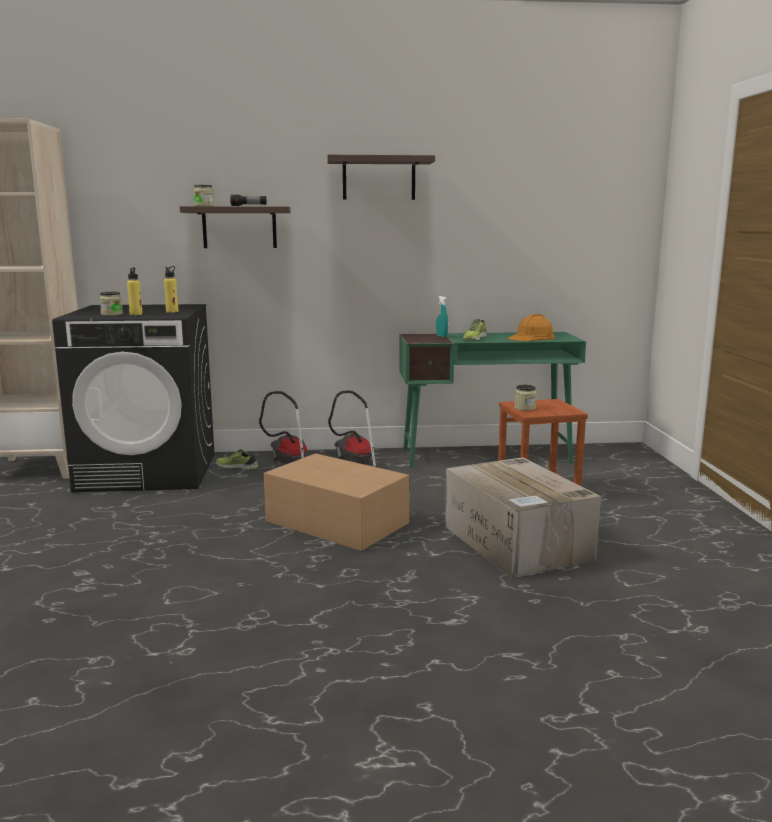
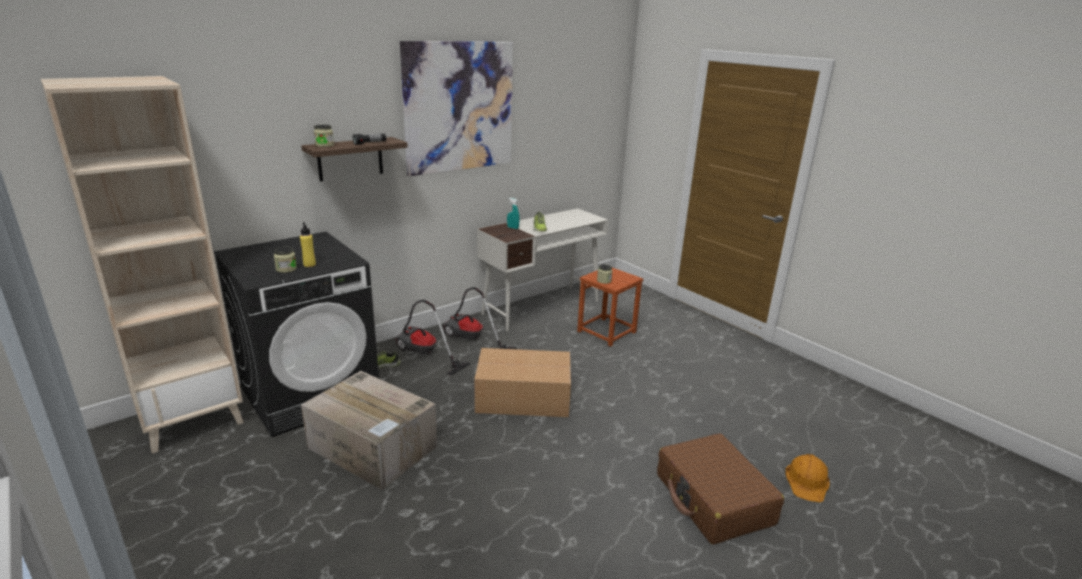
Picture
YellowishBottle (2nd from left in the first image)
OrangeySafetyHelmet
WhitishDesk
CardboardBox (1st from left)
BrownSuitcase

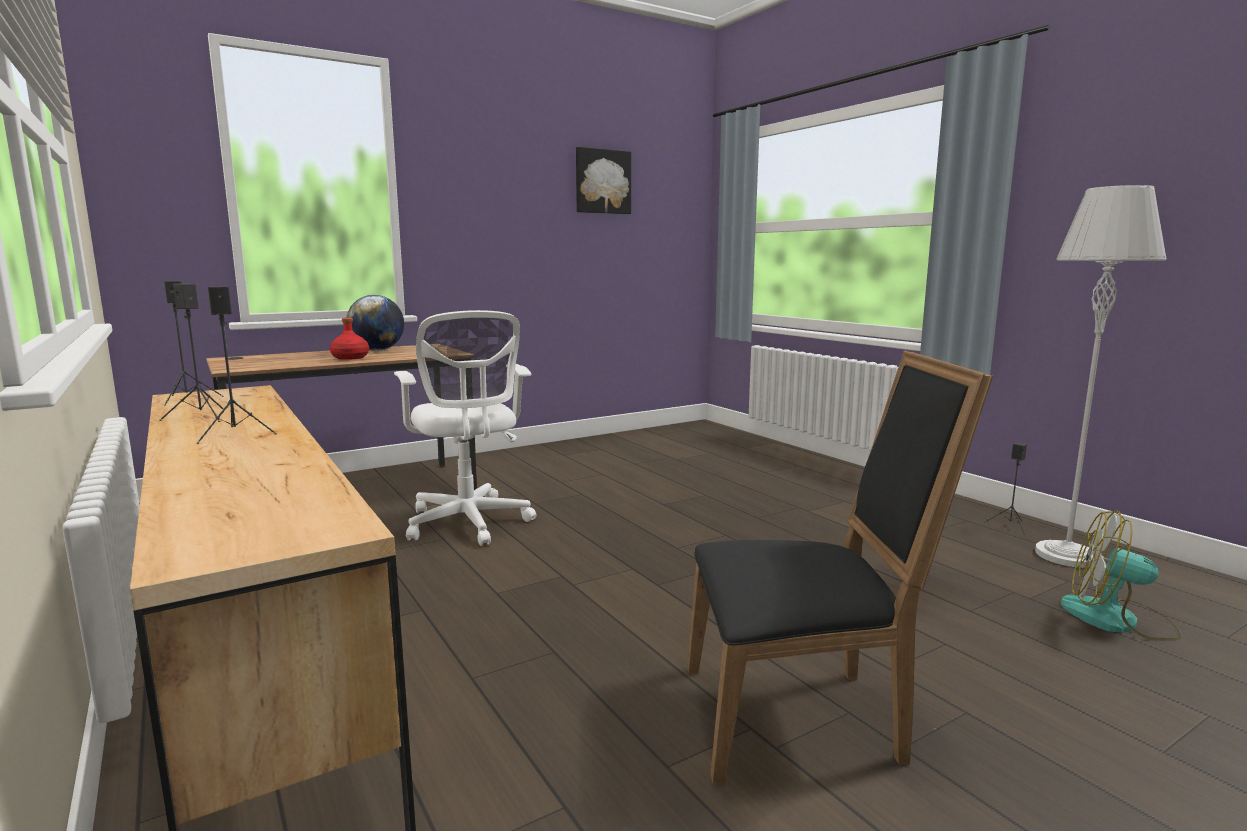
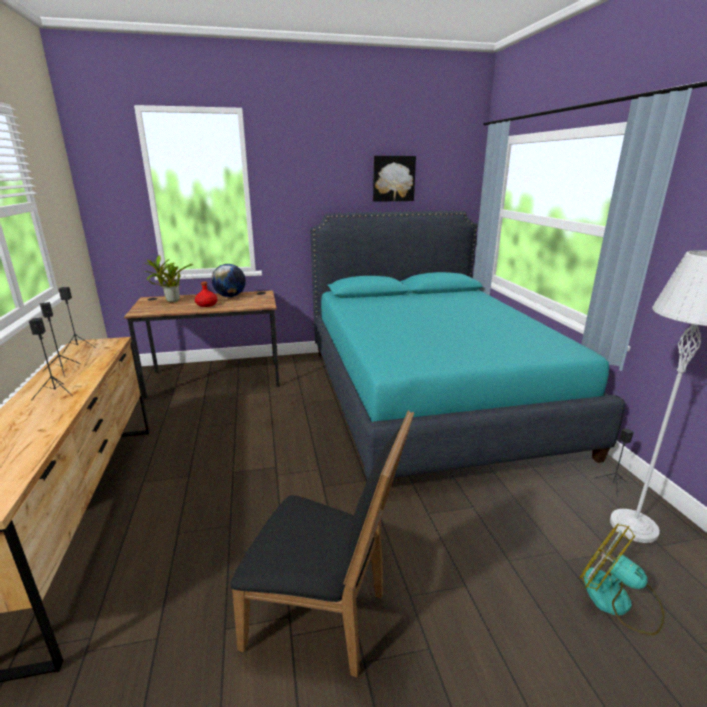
WhitishDeskChair
BlueGreenBedroomBed
PlantInAPot

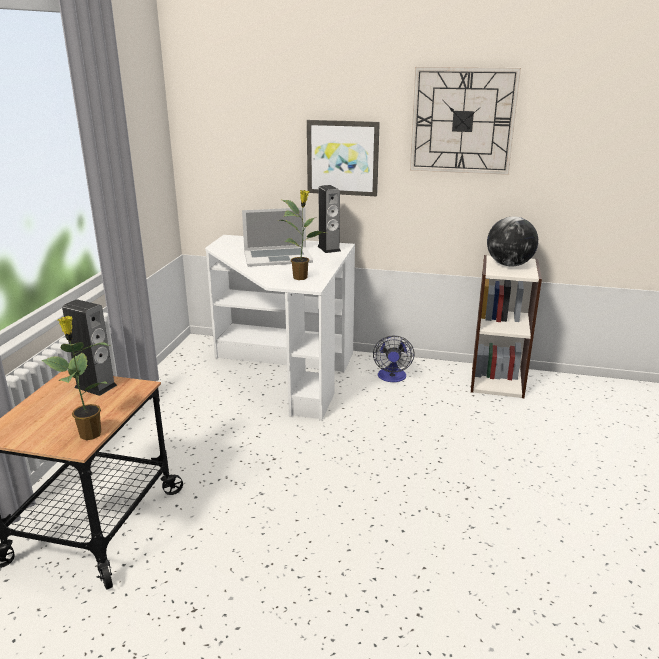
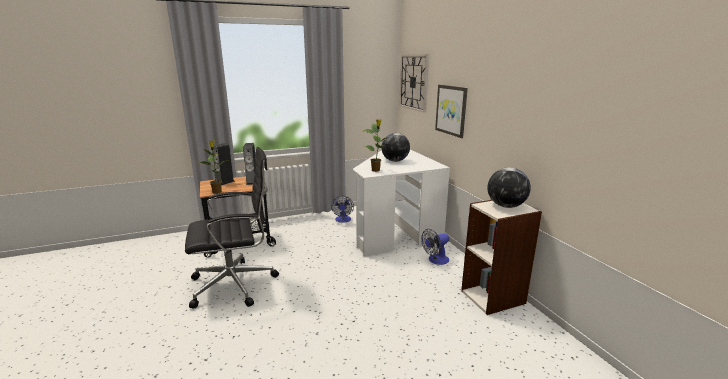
WallClock
Loudspeaker (1st from left)
Globe (1st from left)
BlackDeskChair
ElectricFan (1st from left)

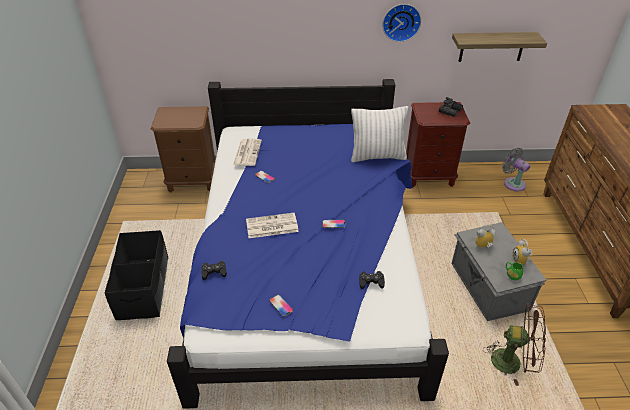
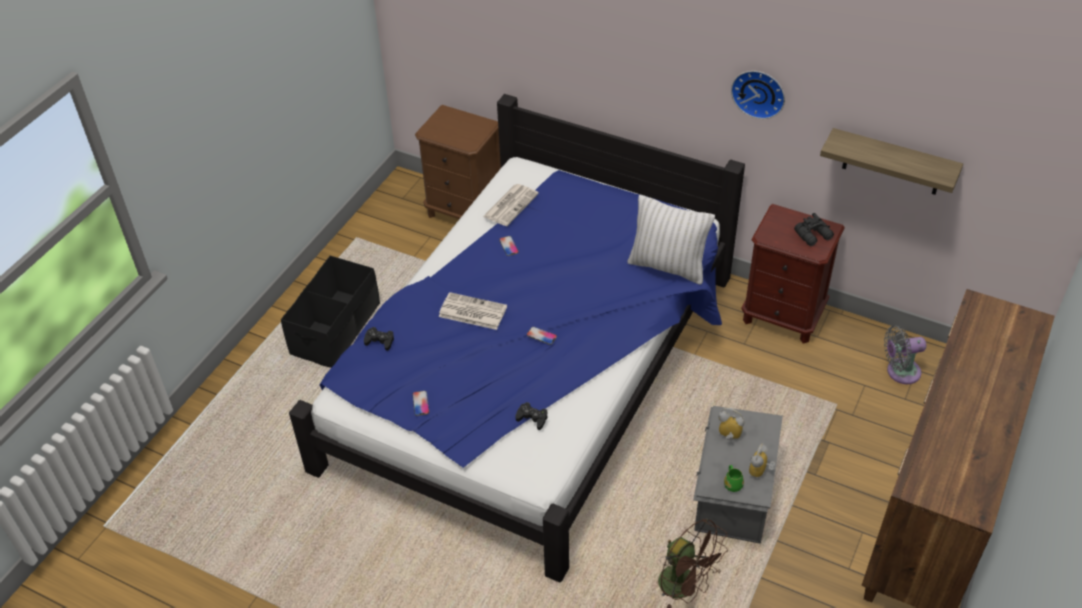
GrayElectricFan

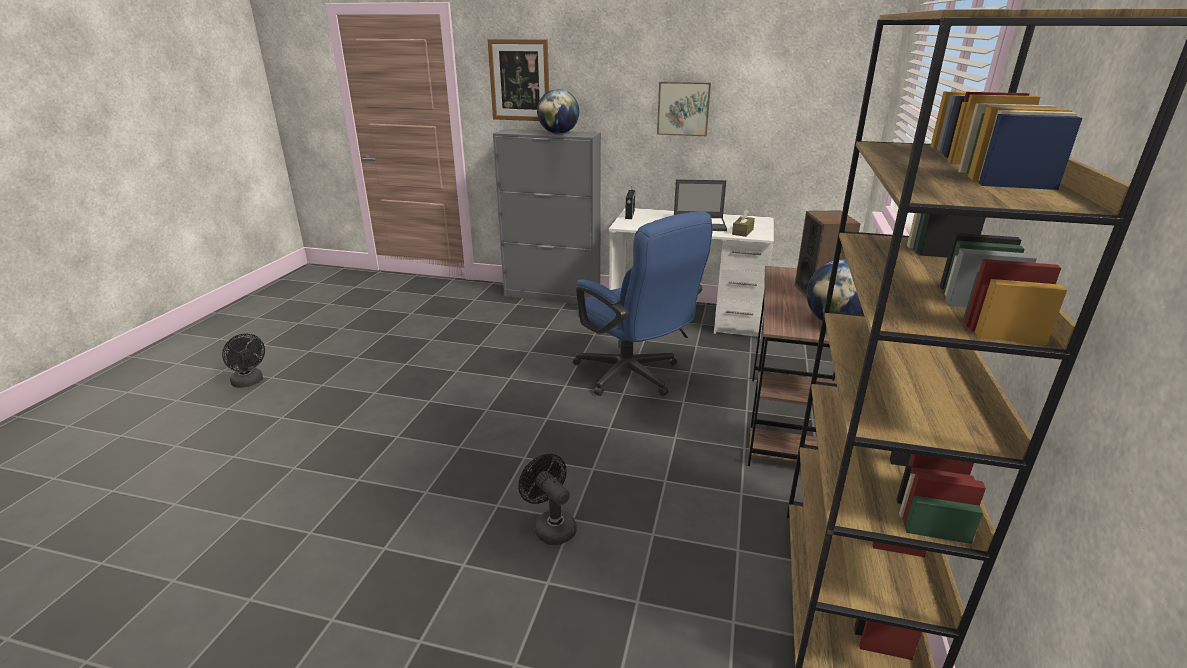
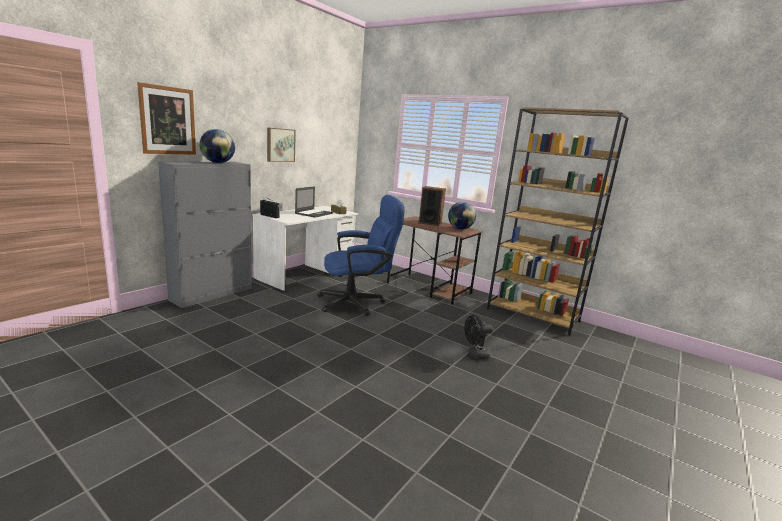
BlackElectricFan (1st from left in the first image)

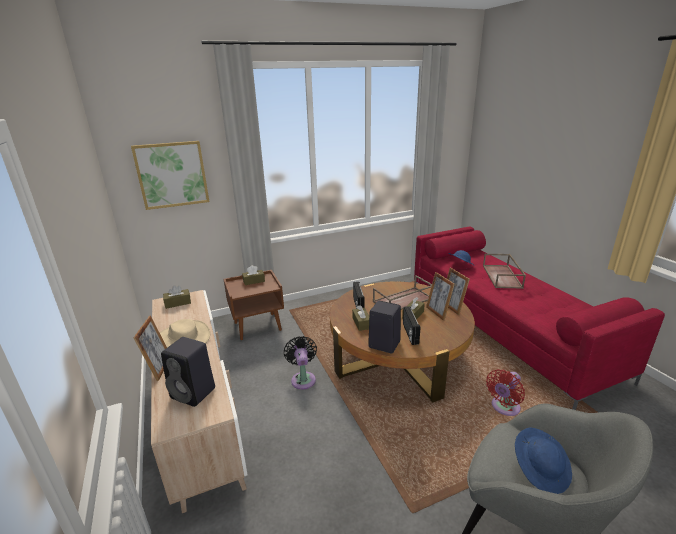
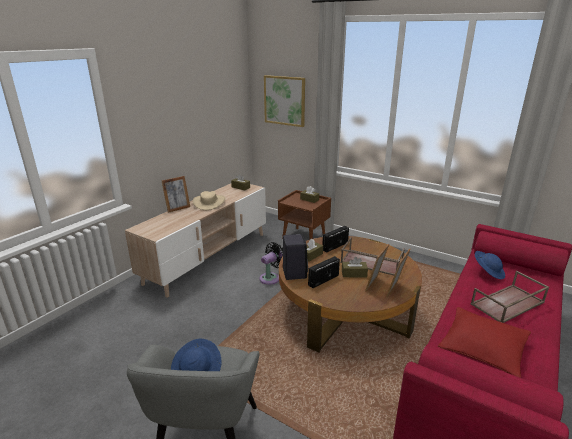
BlackLoudspeaker (1st from left in the first image)
RedElectricFan
RedCushion

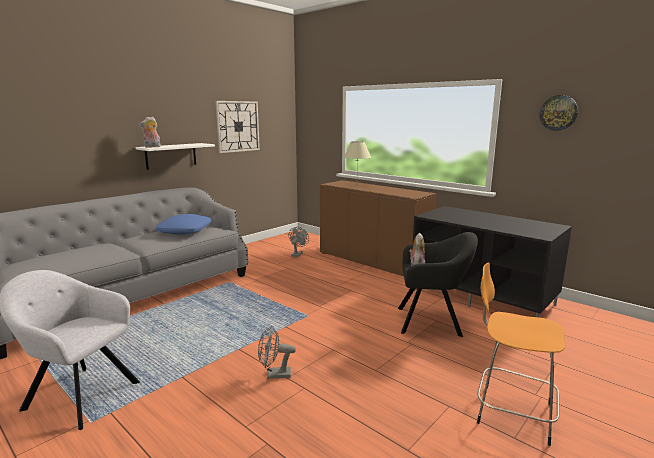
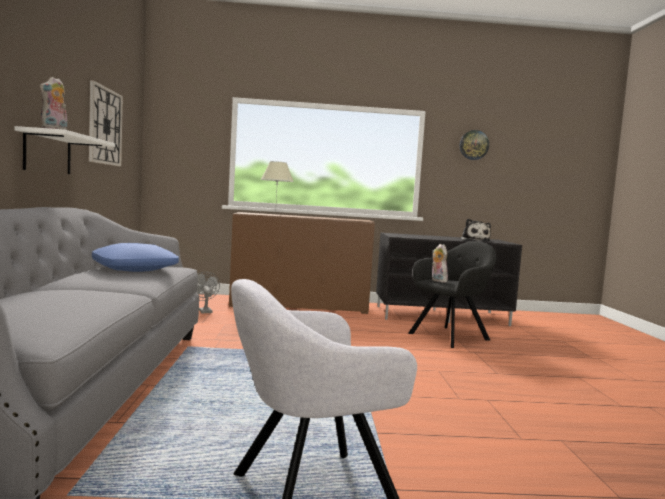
OrangeySittingStool
GrayElectricFan (1st from left in the first image)
CuddlyToy (3rd from left)

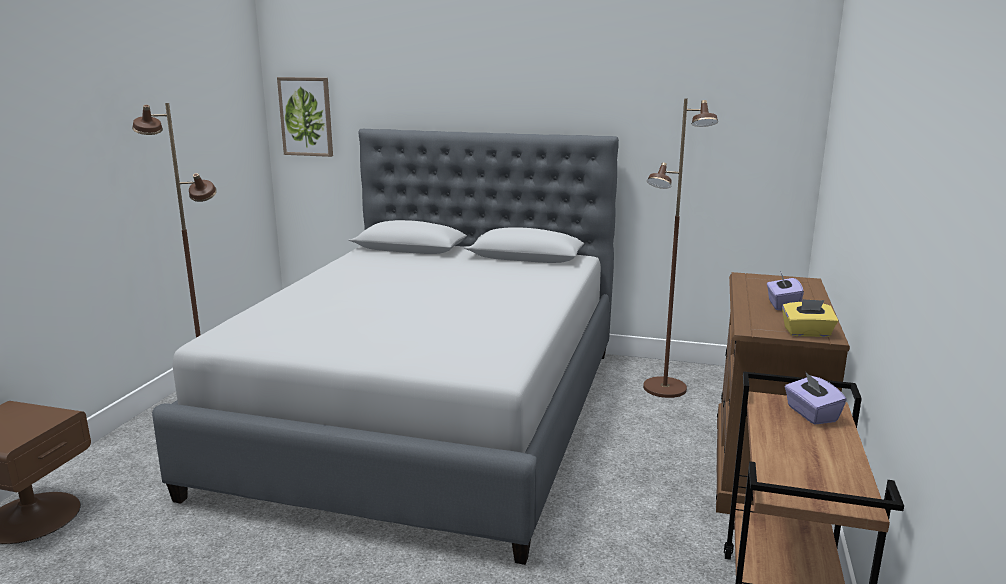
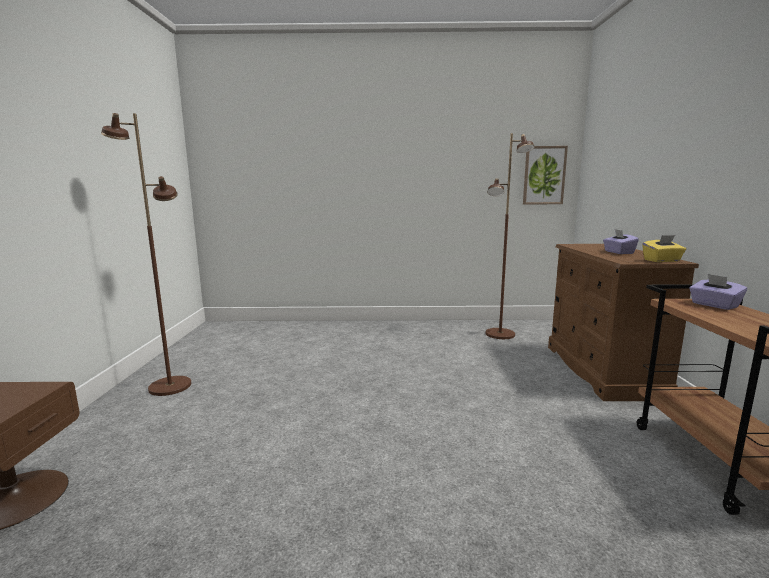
Picture
GrayBedroomBed

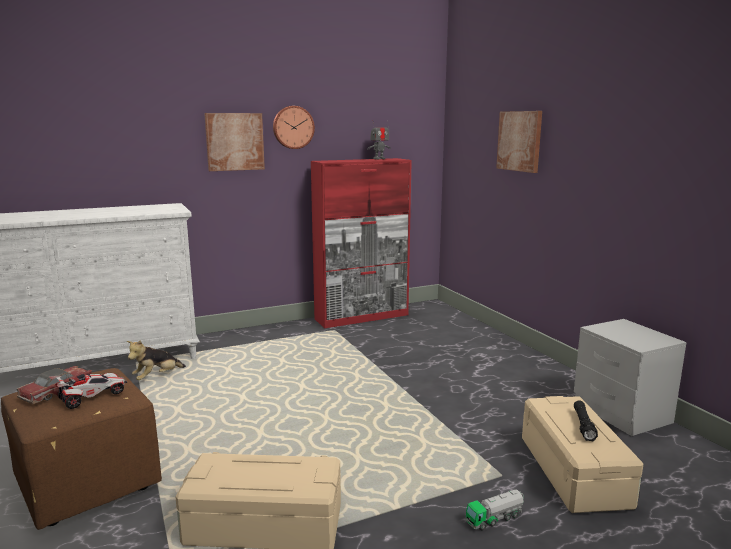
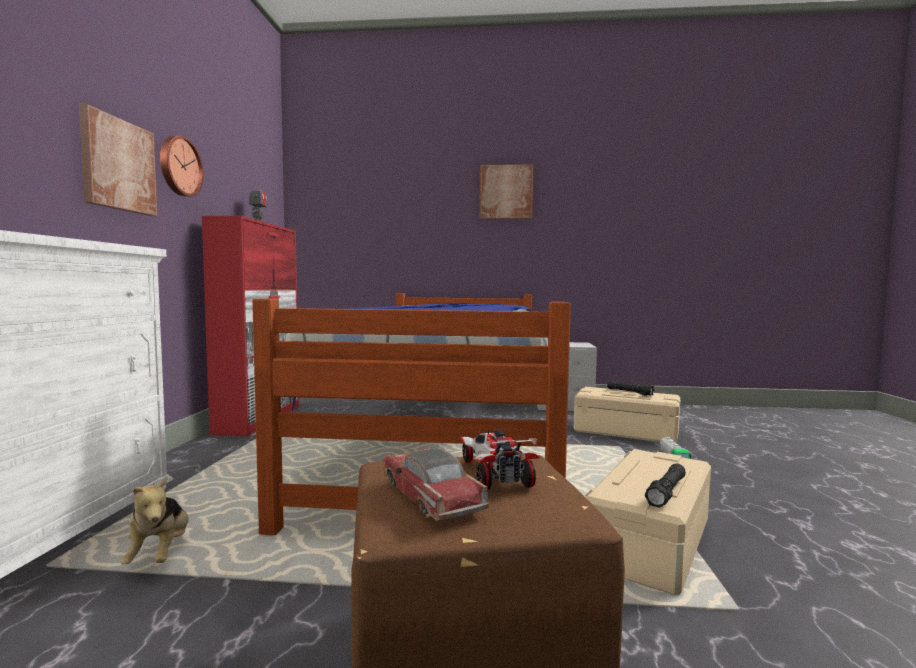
Picture (2nd from left)
BedroomBed
BlackHandTorch (2nd from left)

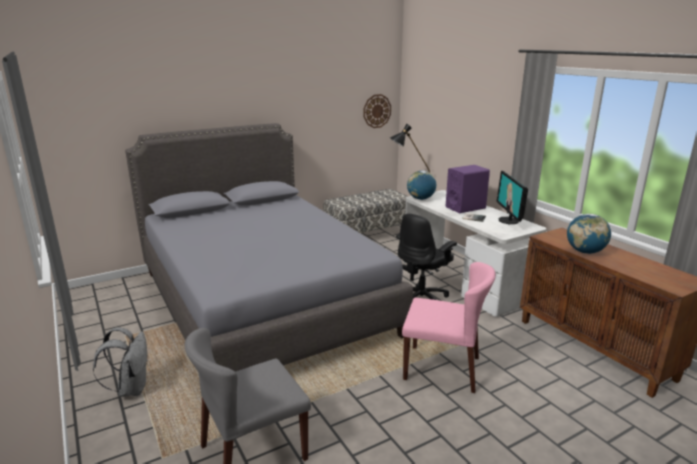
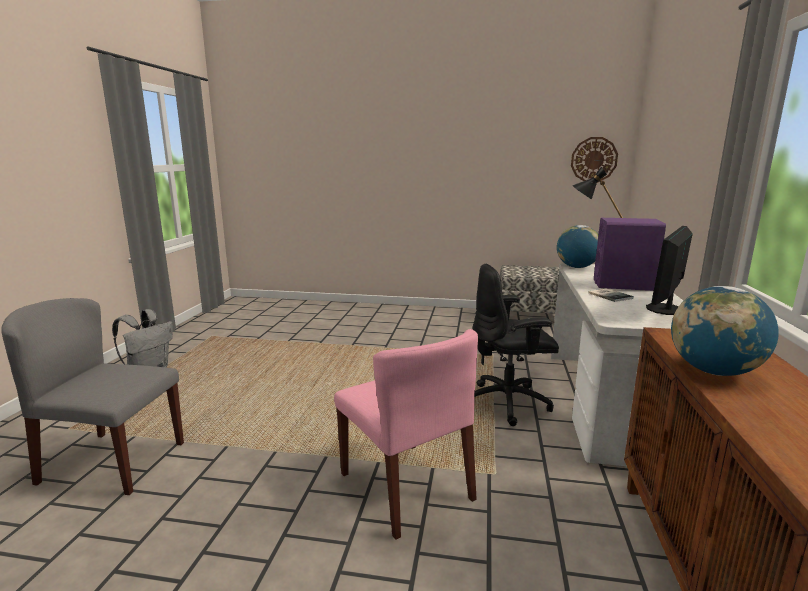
GrayBedroomBed

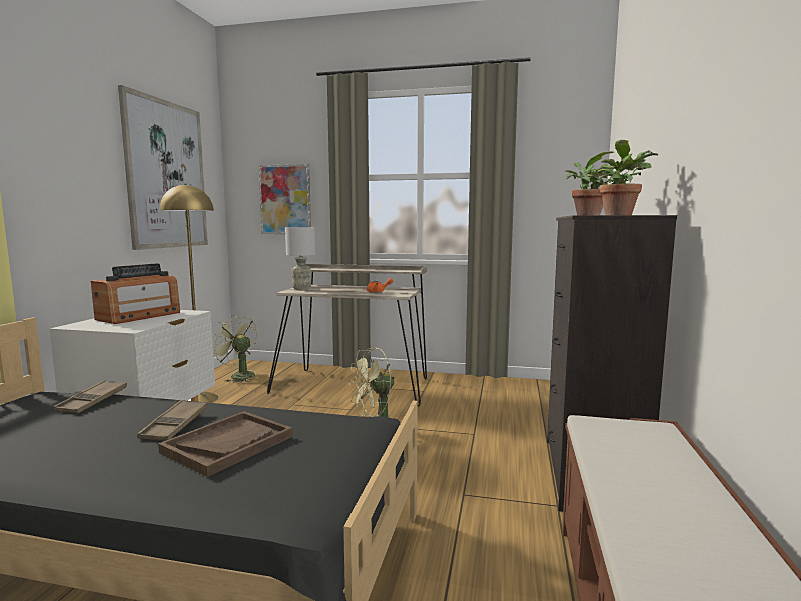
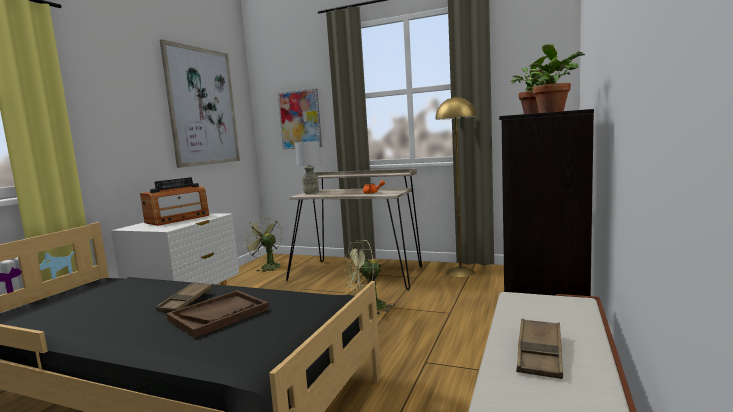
YellowishFloorLamp
BrownTray (3rd from left)

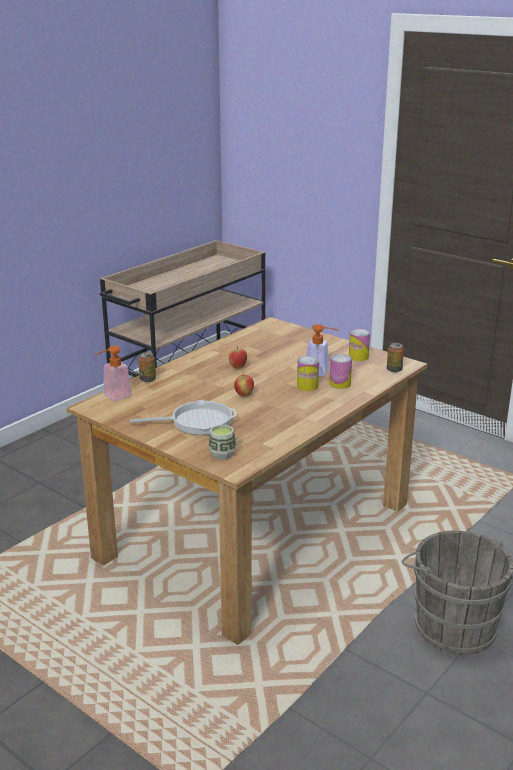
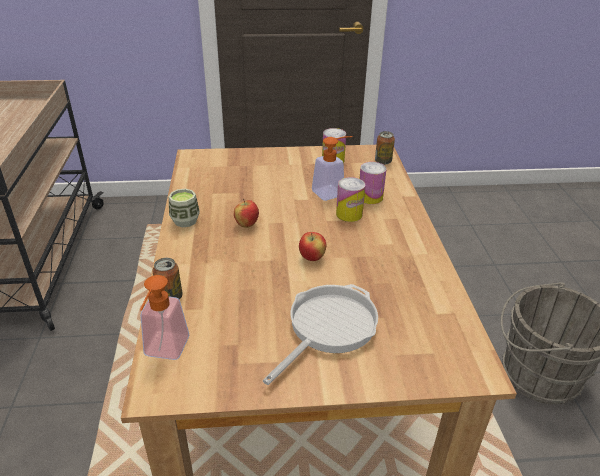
DrinkingCup

